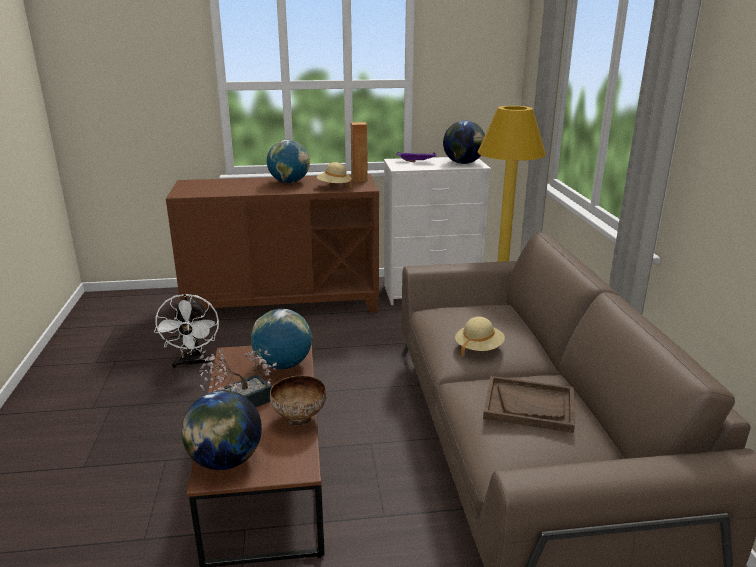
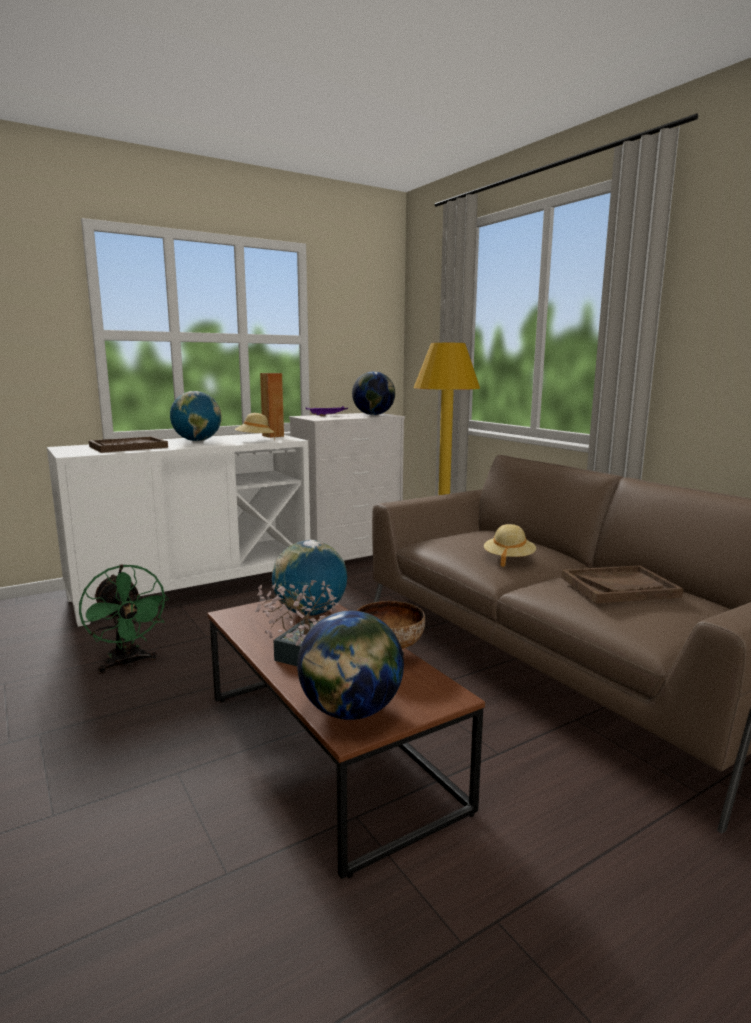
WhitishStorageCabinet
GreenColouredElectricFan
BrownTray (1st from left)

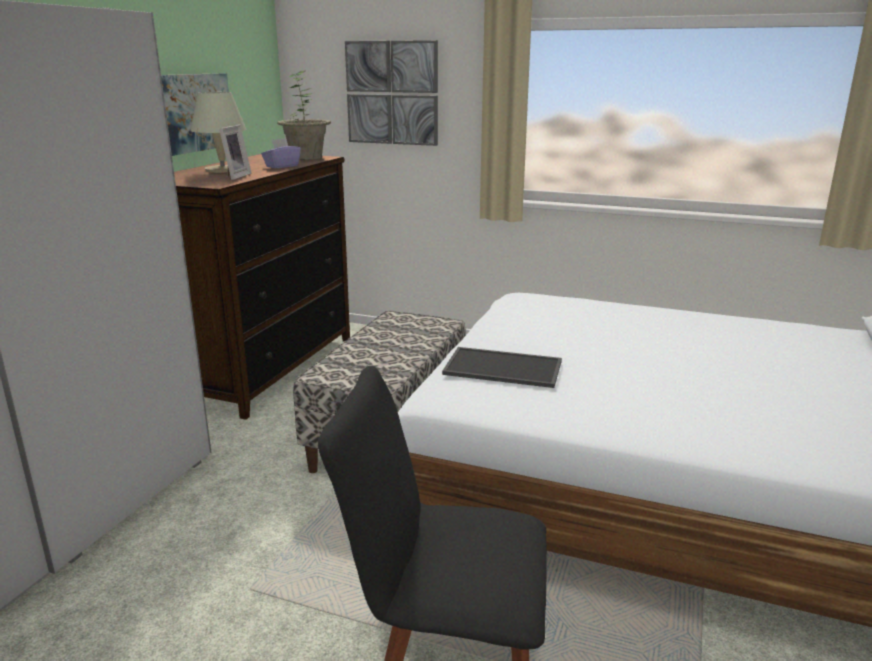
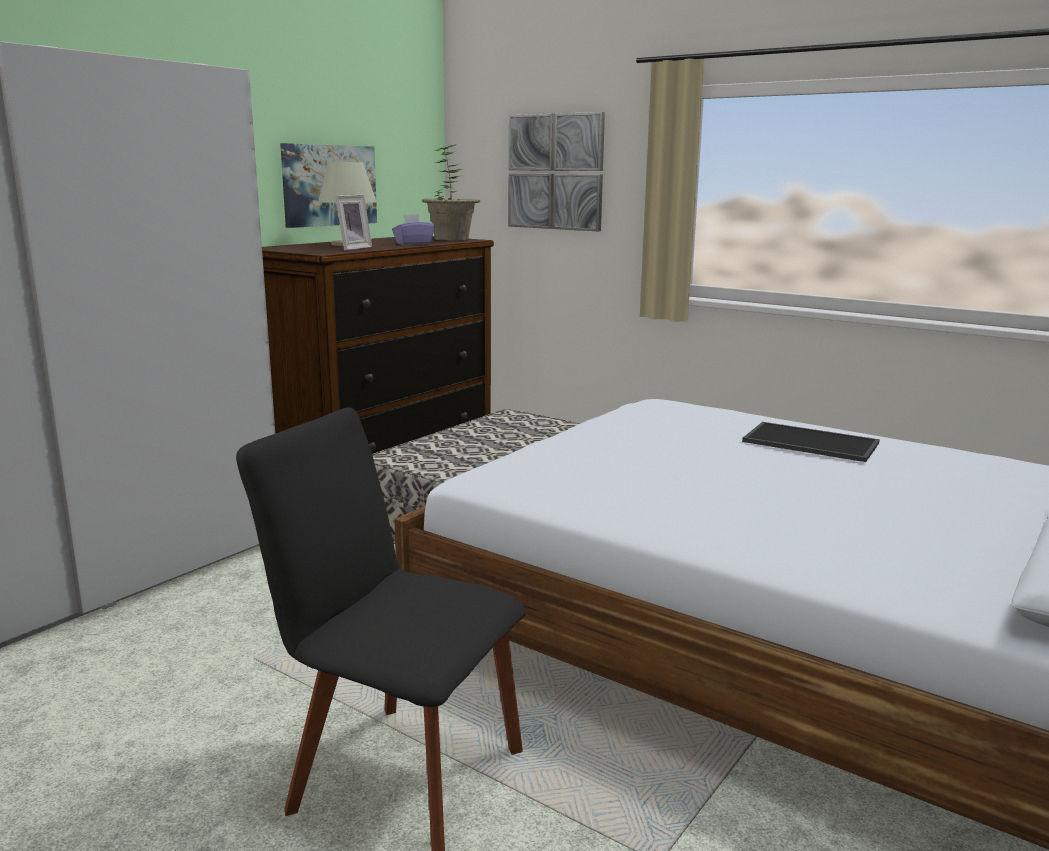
Tray

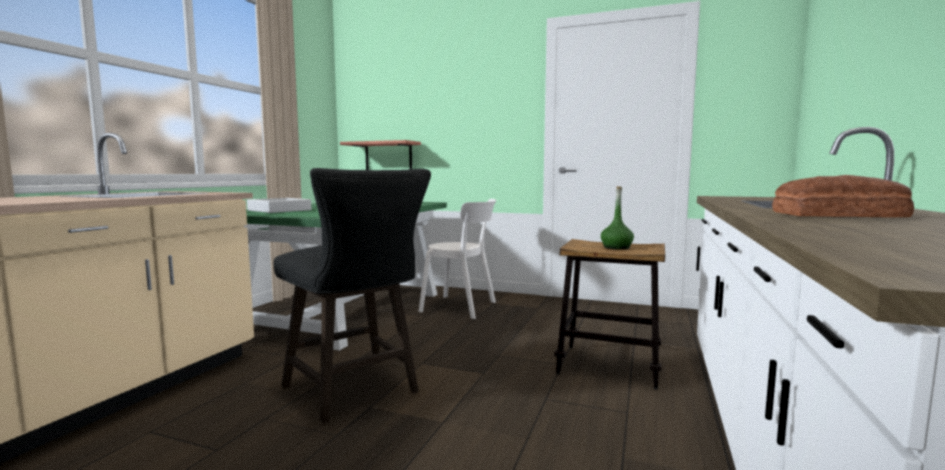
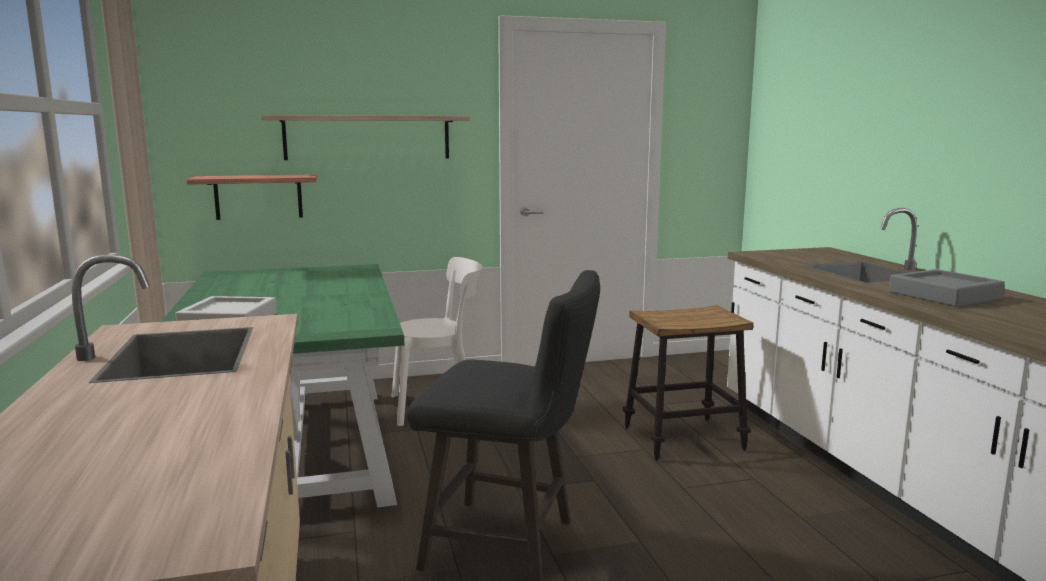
GrayTray (2nd from left)
GreenColouredBottle
Shelf (2nd from left)

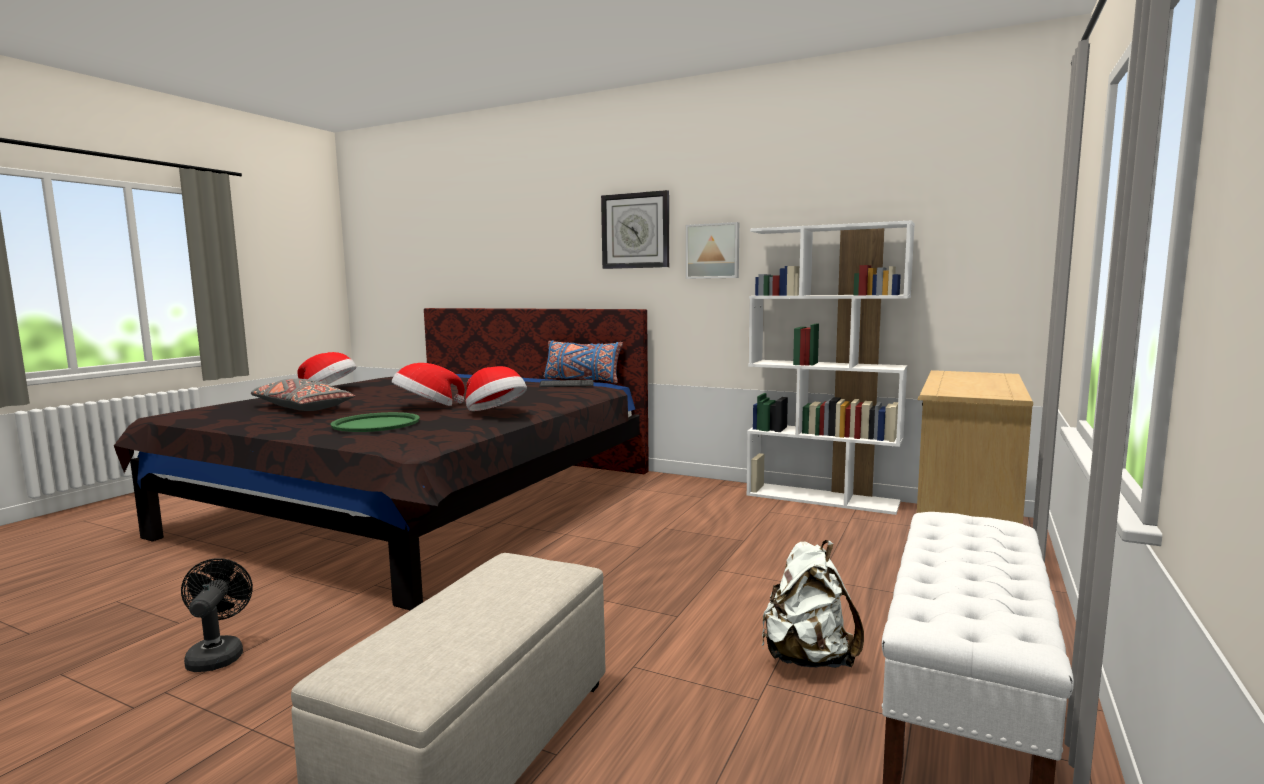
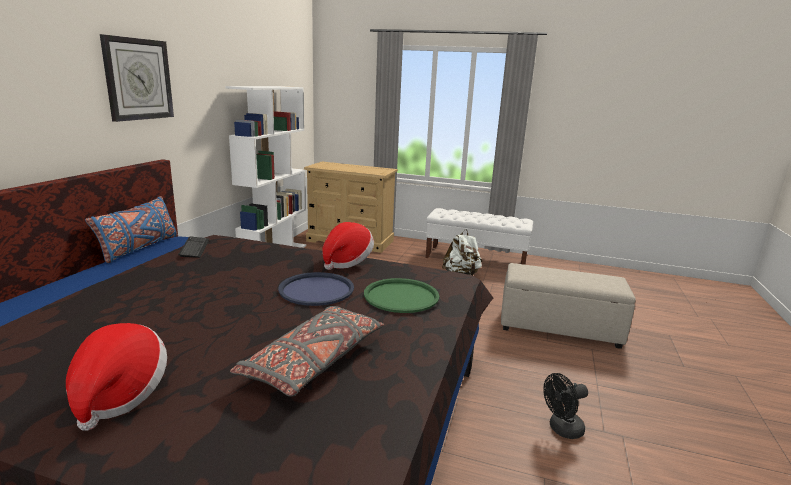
Picture
BluishTray

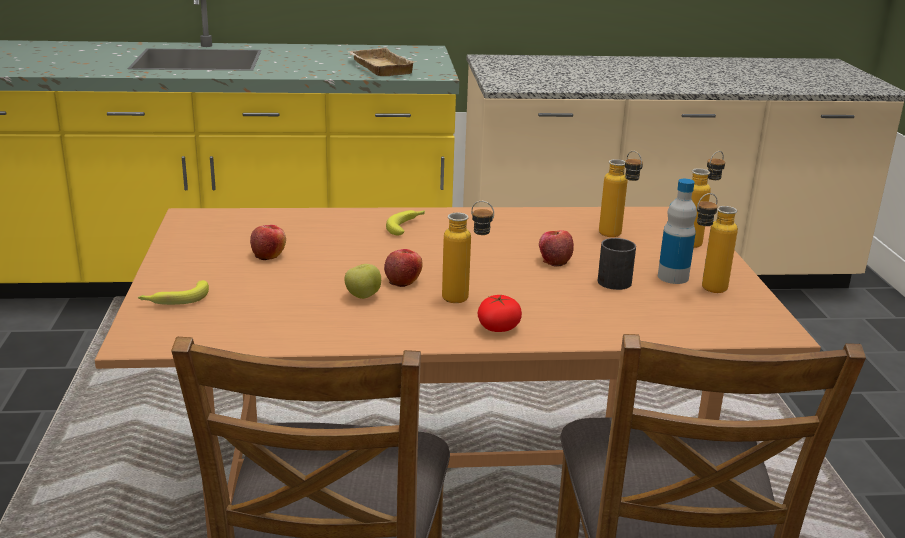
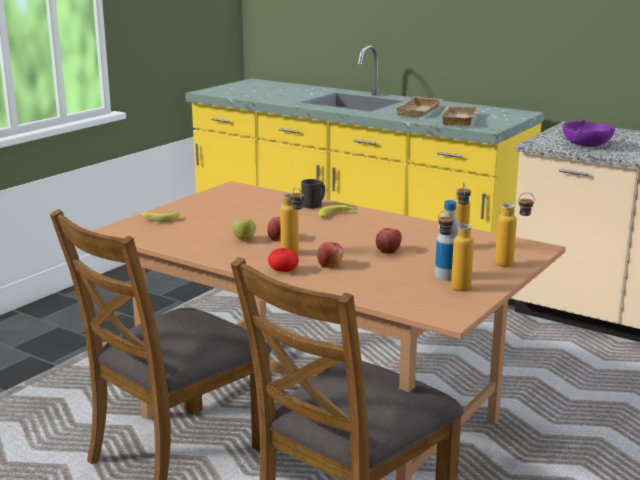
Apple (3rd from left)
BlackCoffeeMug
SandColouredTray (1st from left)
PurpleBowl

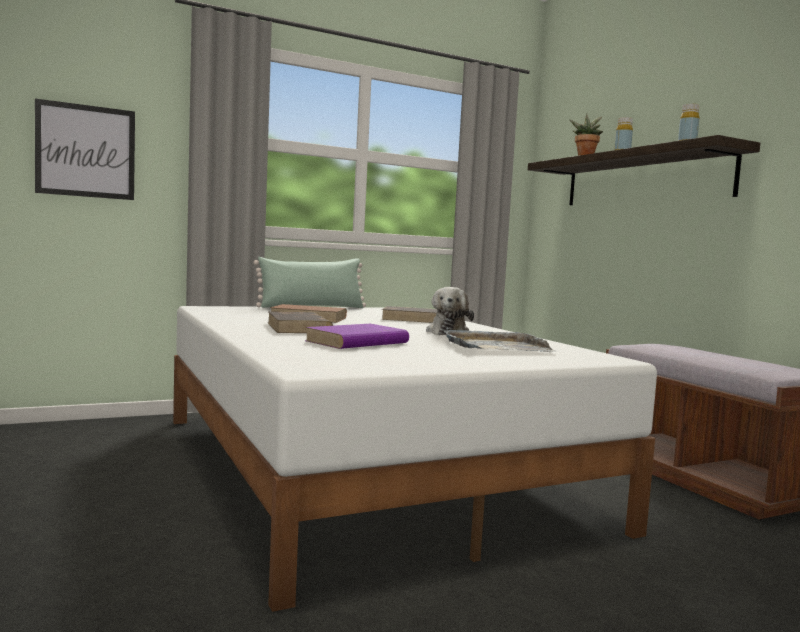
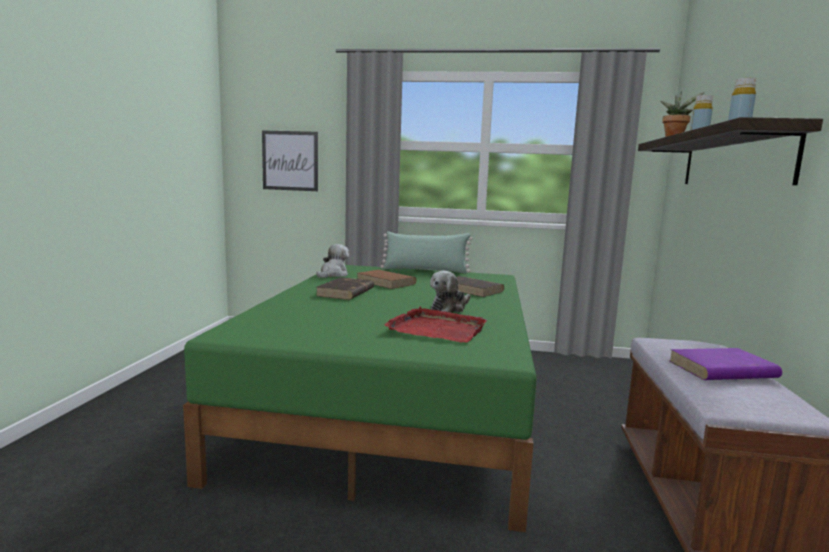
GreenColouredBedroomBed
PurpleVolume
RedTray
CuddlyToy (1st from left)

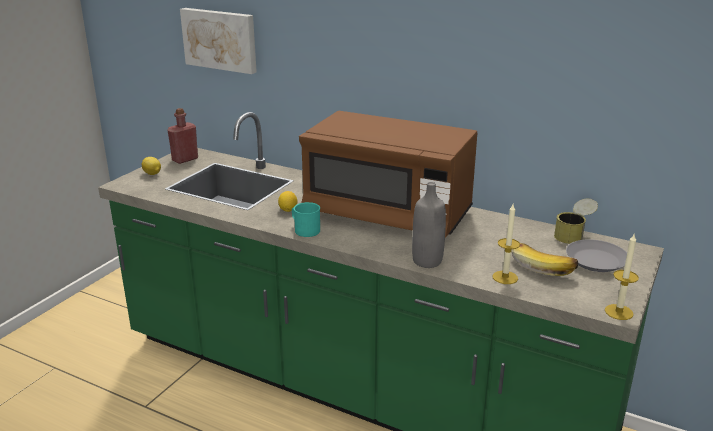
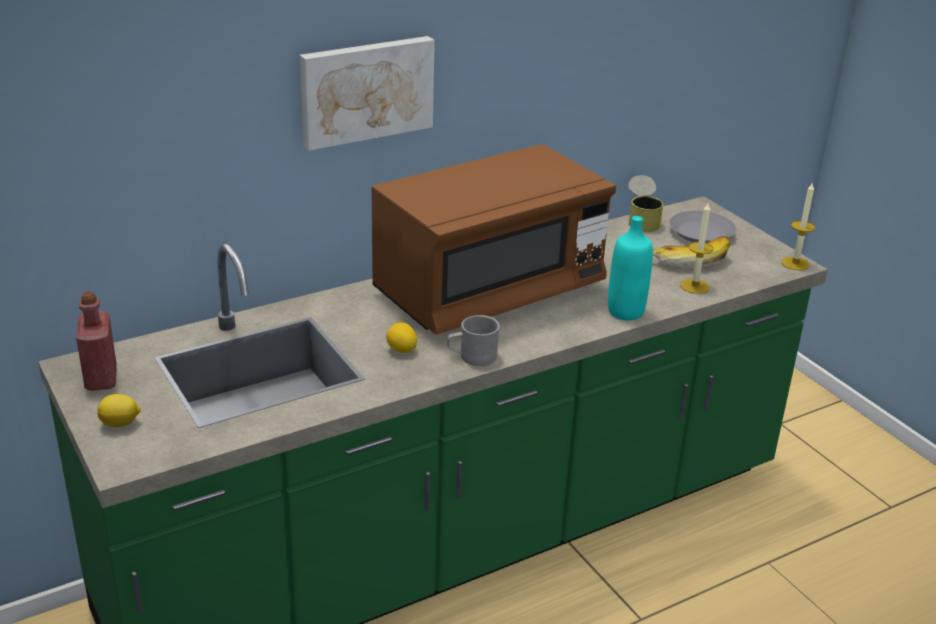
Picture
BlueGreenBottle
GrayCoffeeMug

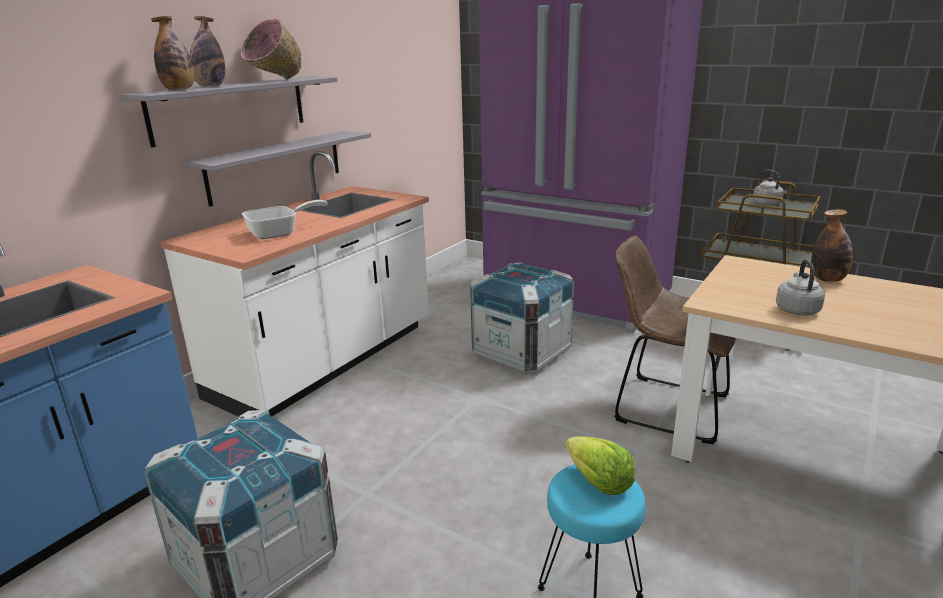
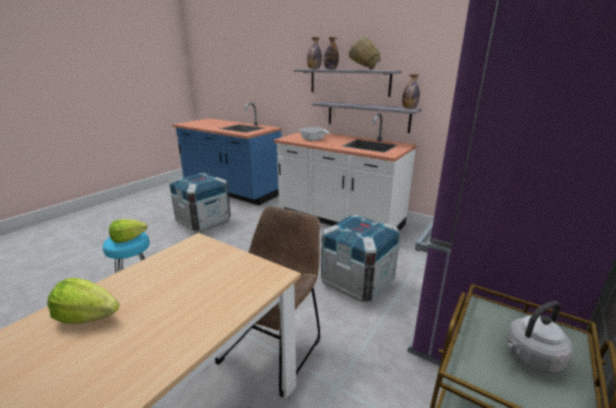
Bottle (3rd from left)
GrayWaterKettle (2nd from left in the first image)
Lettuce (1st from left)

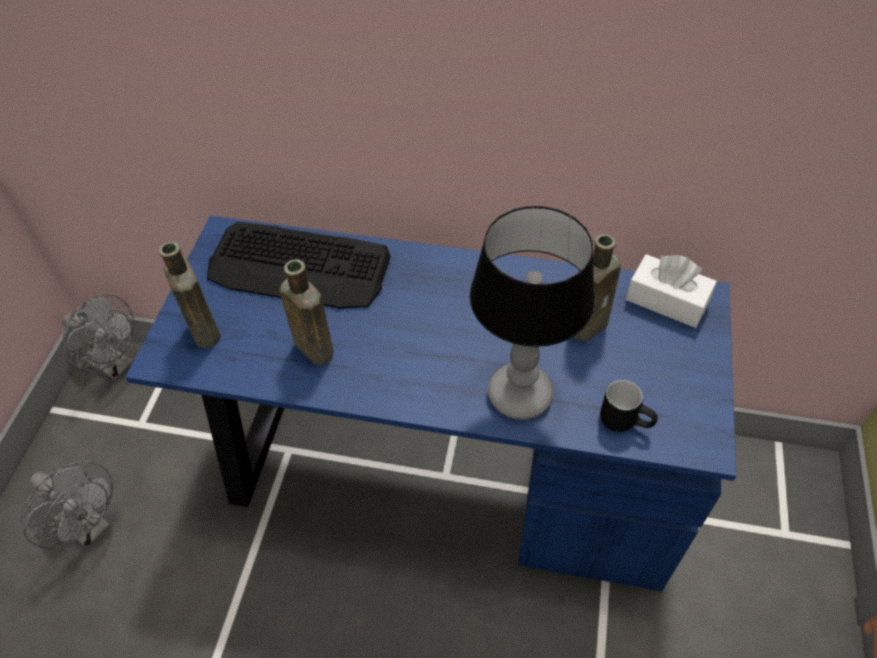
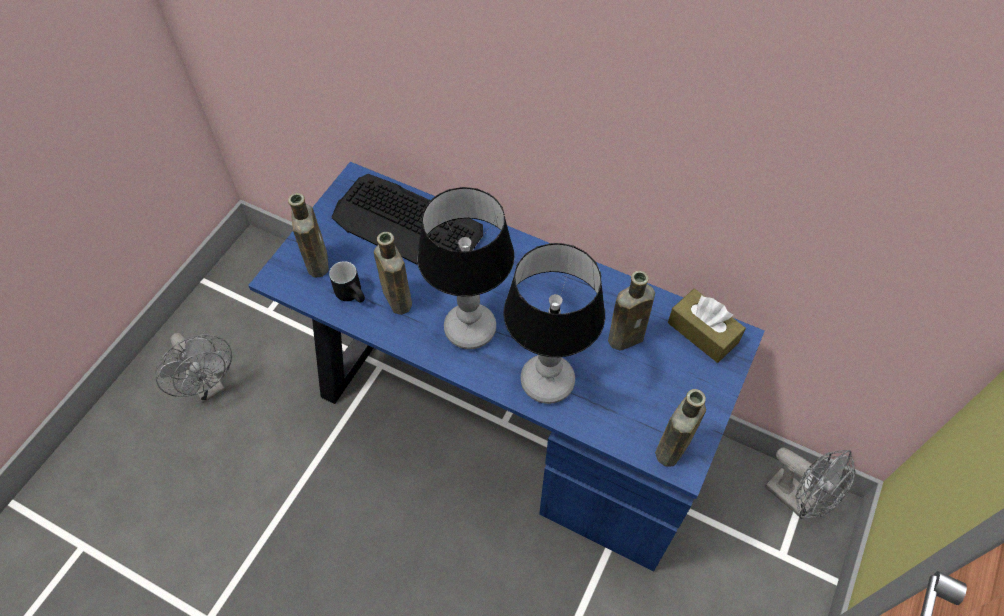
BrownBoxOfTissues
GrayElectricFan (2nd from left)
BlackCoffeeMug
TableLamp (1st from left)
BrownBottle (4th from left)

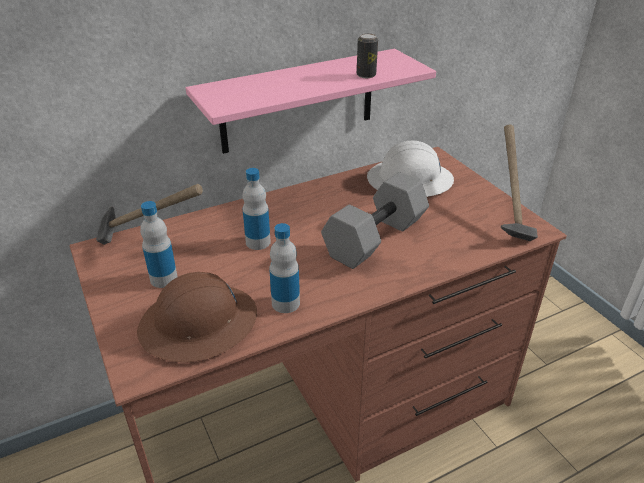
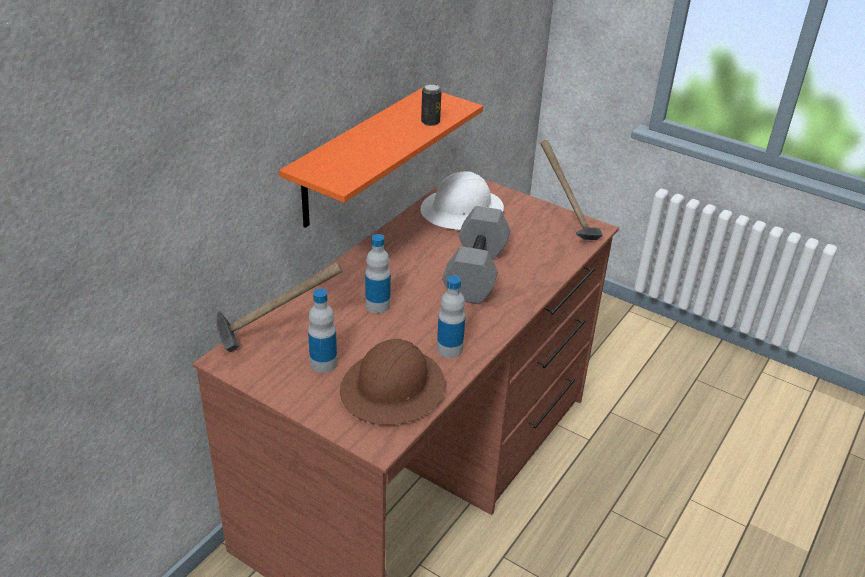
OrangeyShelf

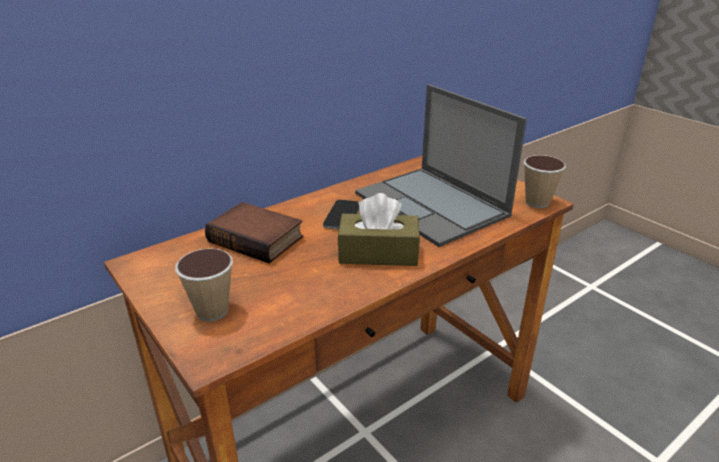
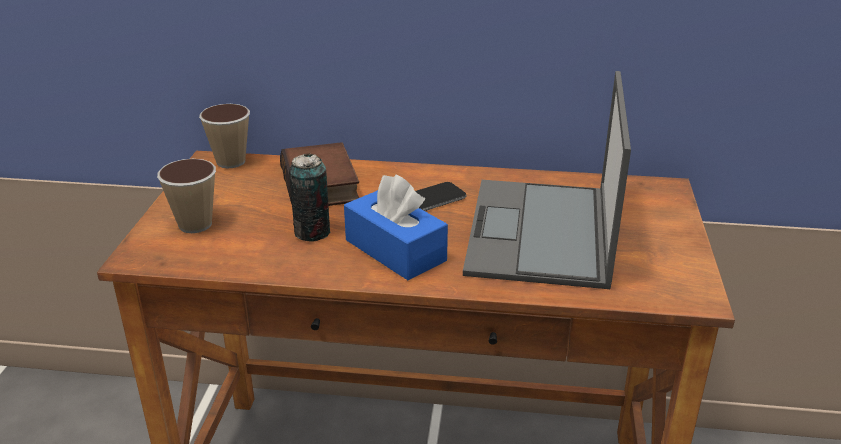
DrinkingCup (2nd from left)
BluishBoxOfTissues
SealedCan

